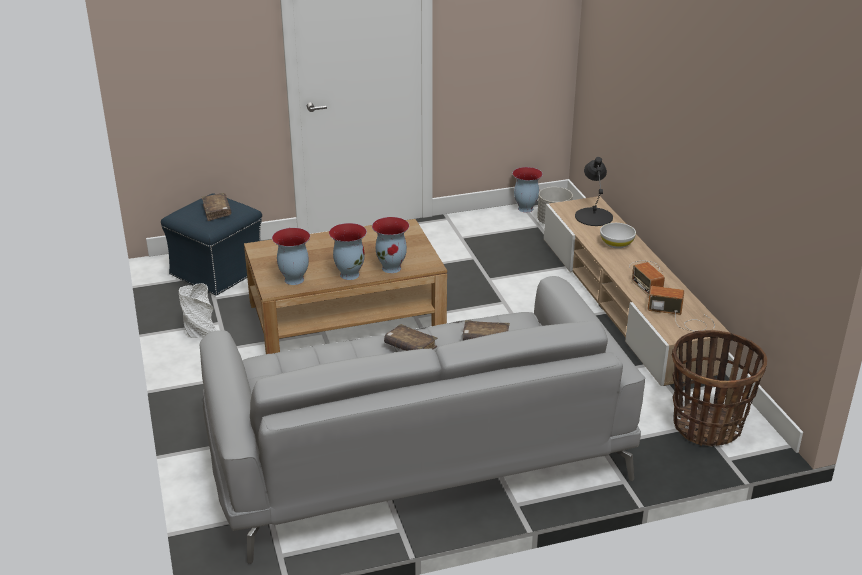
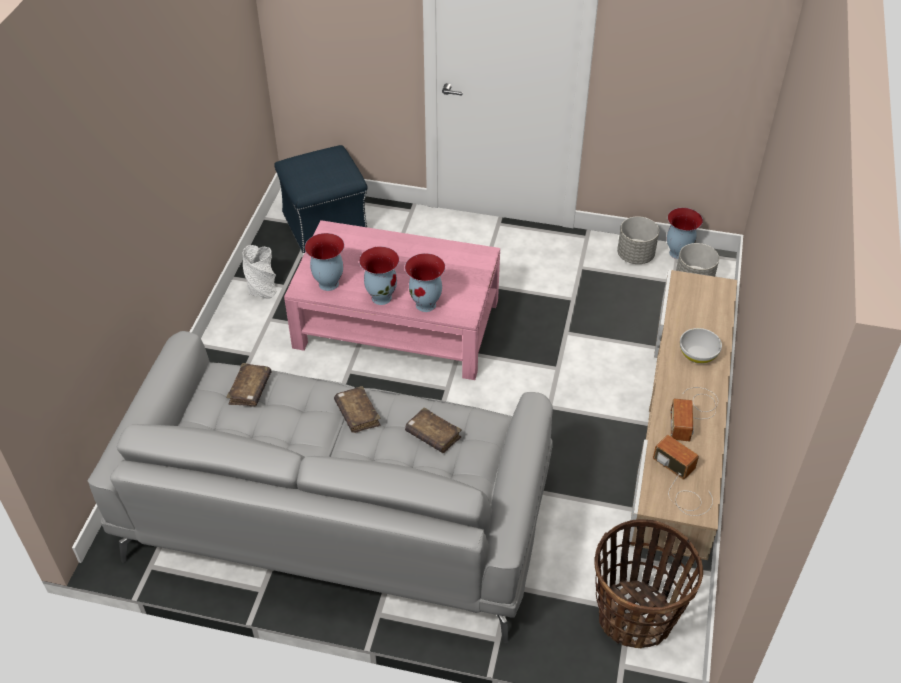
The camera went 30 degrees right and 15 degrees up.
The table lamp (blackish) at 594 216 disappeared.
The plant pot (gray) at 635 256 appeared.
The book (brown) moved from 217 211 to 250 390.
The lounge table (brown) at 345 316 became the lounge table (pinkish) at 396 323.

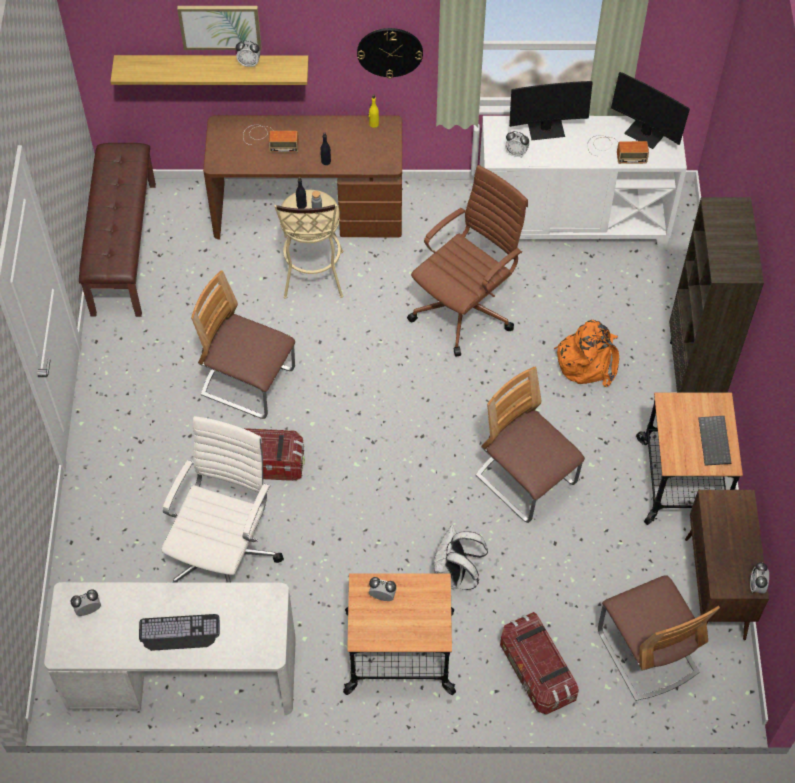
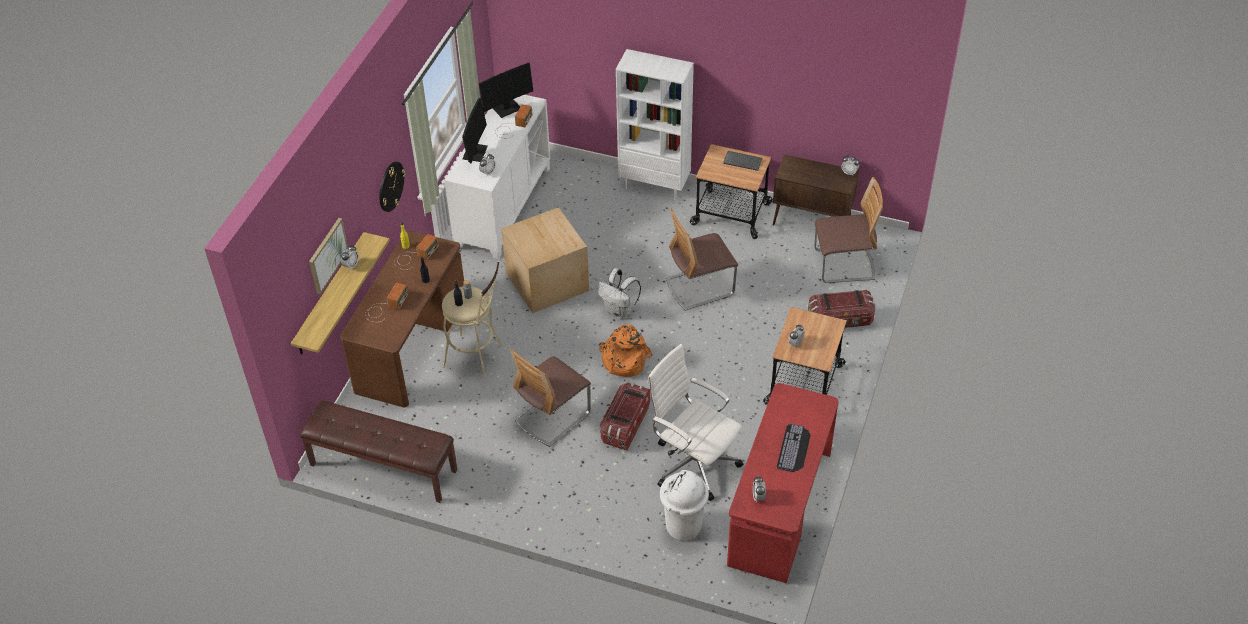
The camera went 70 degrees left and 10 degrees down.
The radio receiver at 415 256 appeared.
The trash can (white-coloured) at 683 526 appeared.
The backpack (white-coloured) moved from 454 575 to 619 311.
The backpack (orange-coloured) moved from 588 360 to 623 360.
The computer chair (brown) at 465 309 was replaced by the cardboard box at 547 280.
The desk table (white-coloured) at 182 674 became the desk table (reddish) at 780 508.
The bookcase (brown) at 693 374 became the bookcase (white-coloured) at 655 185.

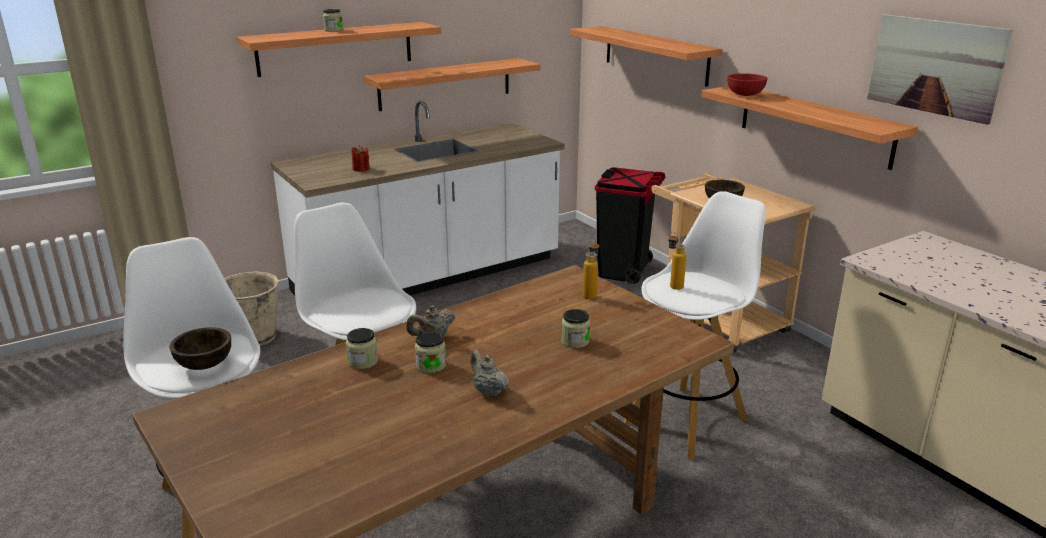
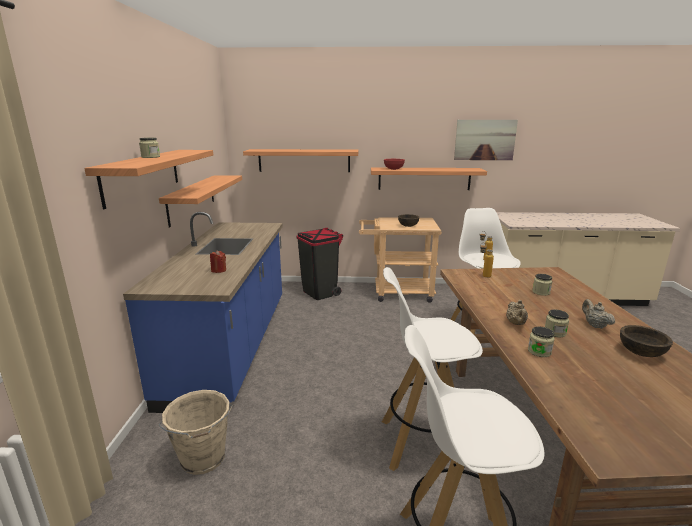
The camera went 55 degrees left and 5 degrees down.
The deep dish (brown) moved from 205 364 to 640 352.
The kitchen counter (white-coloured) at 429 276 became the kitchen counter (blue) at 232 346.
The pot for tea (beige-coloured) at 488 391 turned 75 degrees clockwise.

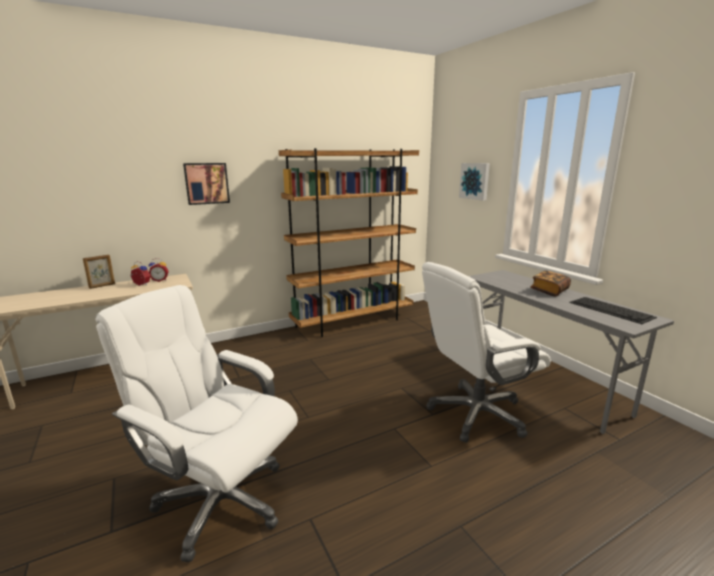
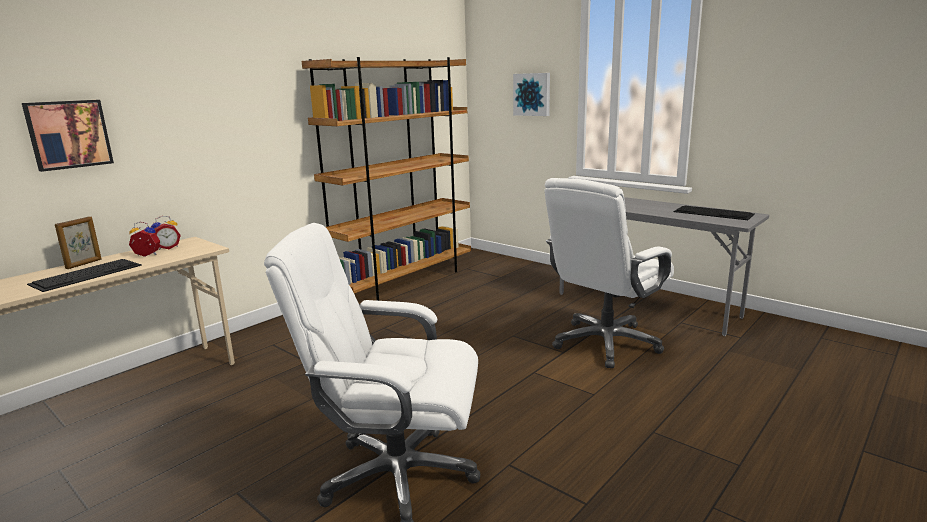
The camera went 20 degrees left and 0 degrees up.
The book at 549 291 disappeared.
The keyboard at 87 274 appeared.
The wall art moved from 206 183 to 68 134.

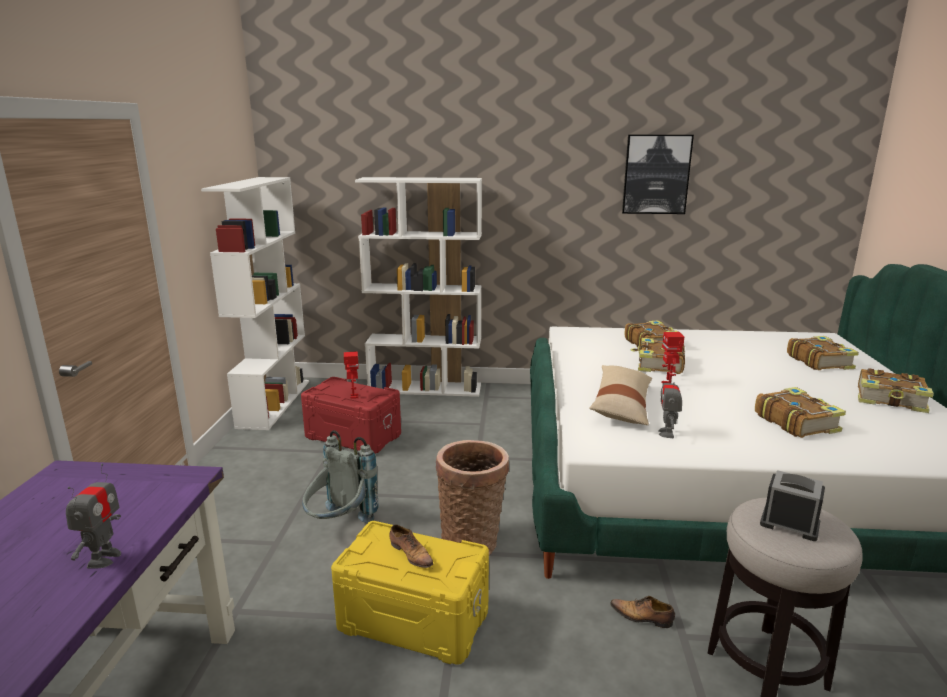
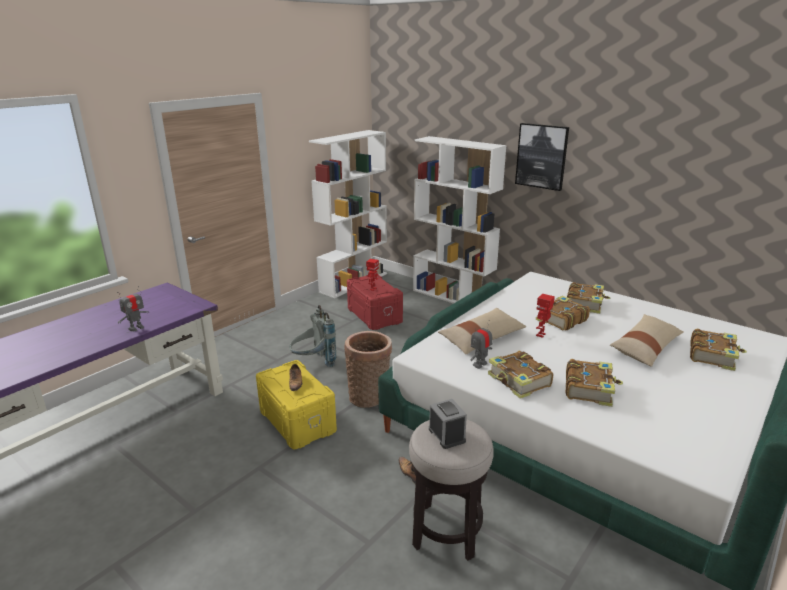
The camera went 35 degrees right and 5 degrees up.
The cushion (beige-coloured) at 645 348 appeared.
The wall art moved from 656 174 to 541 156.
The book moved from 891 400 to 519 381.

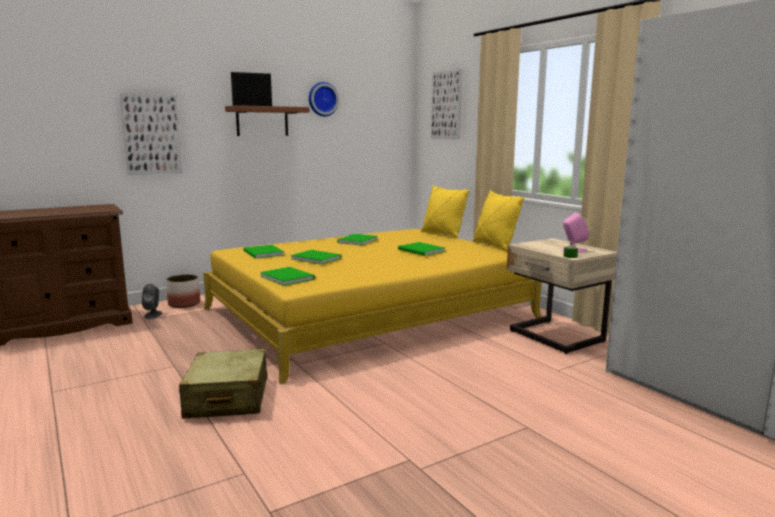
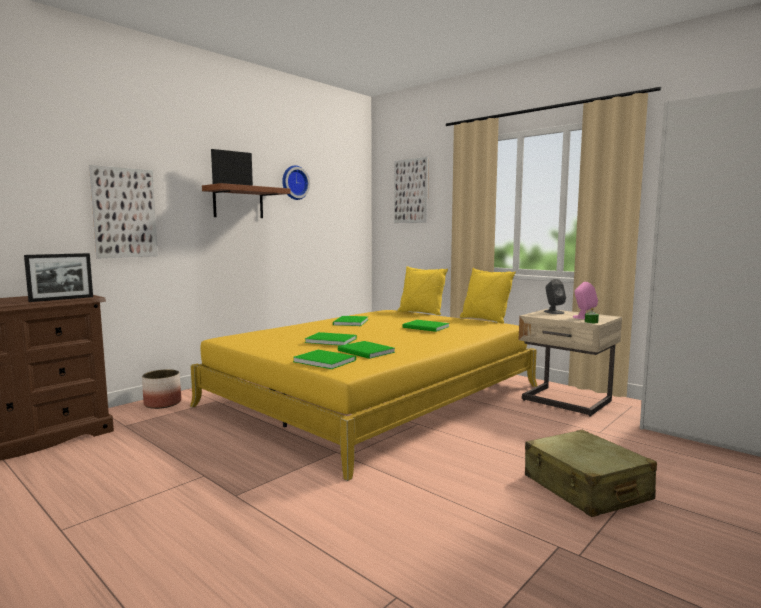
The camera went 15 degrees left and 5 degrees down.
The picture frame at 62 299 appeared.
The speaker (gray) moved from 153 315 to 553 312.
The travel case (beige-coloured) moved from 227 398 to 586 488.
The book (green) moved from 262 253 to 366 352.

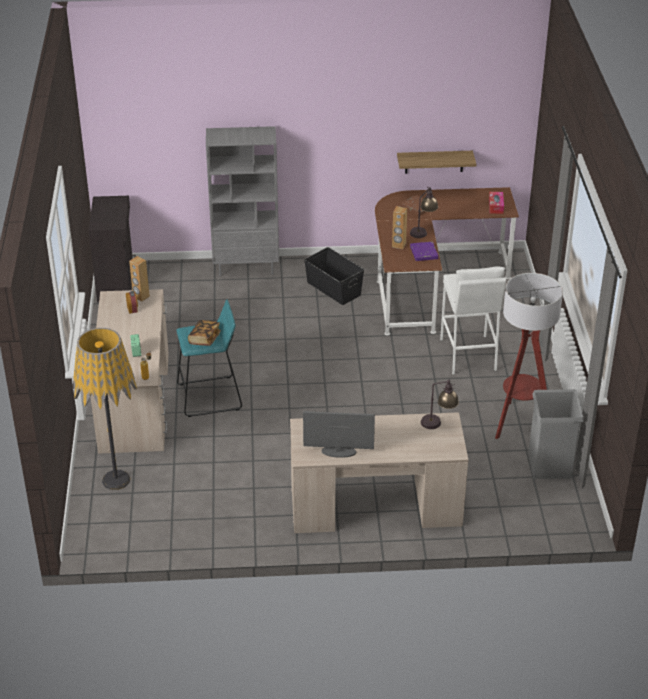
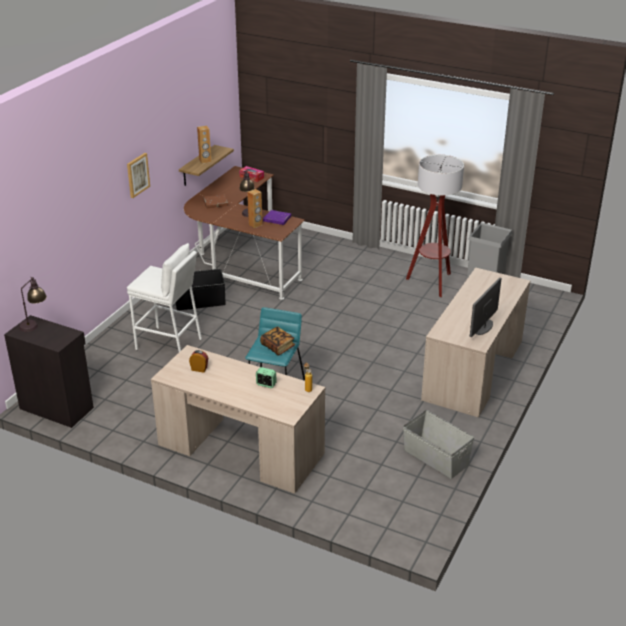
The camera went 60 degrees left and 5 degrees down.
The standard lamp at 116 480 disappeared.
The bookcase (gray) at 246 267 disappeared.
The wall art at 137 175 appeared.
The storage box (gray) at 436 458 appeared.
The speaker (brown) moved from 141 297 to 205 161.
The table lamp moved from 438 423 to 34 323.
The stool seat (white-coloured) moved from 468 355 to 169 344.

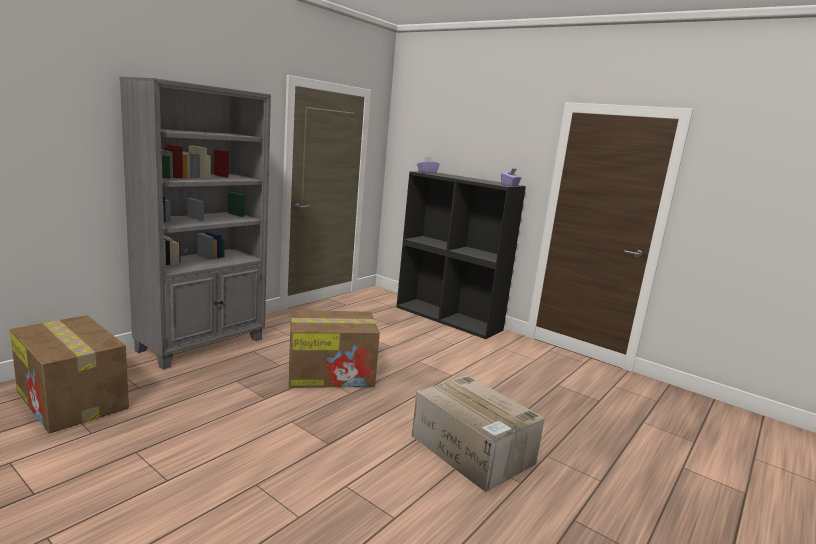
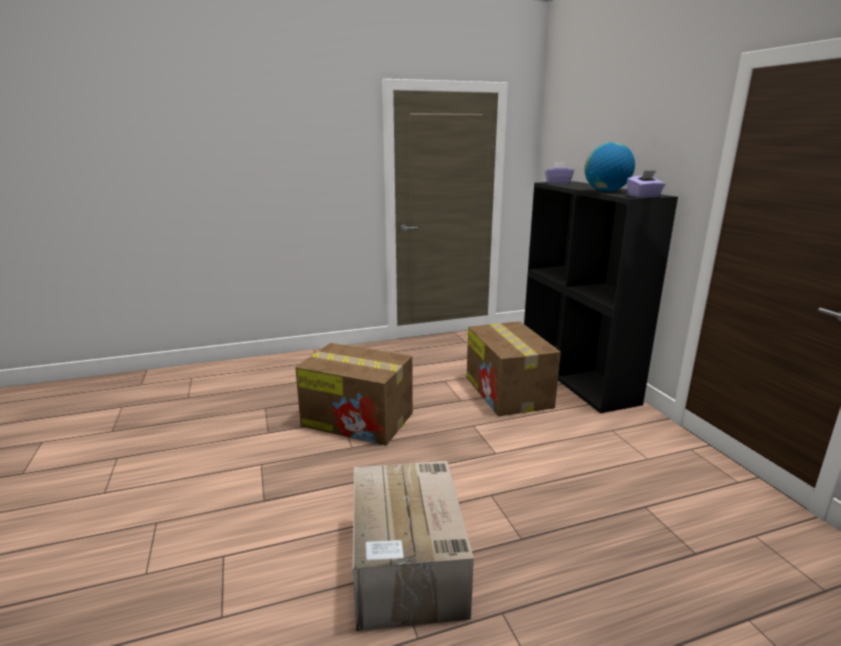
The camera went 35 degrees right and 5 degrees up.
The bookcase (gray) at 203 345 disappeared.
The globe at 606 191 appeared.
The cardboard box moved from 73 400 to 508 392.

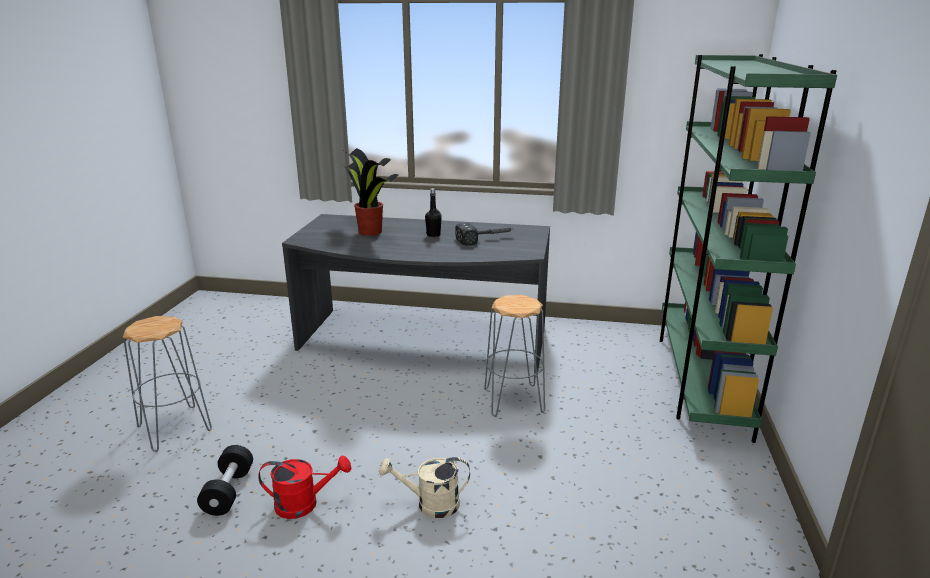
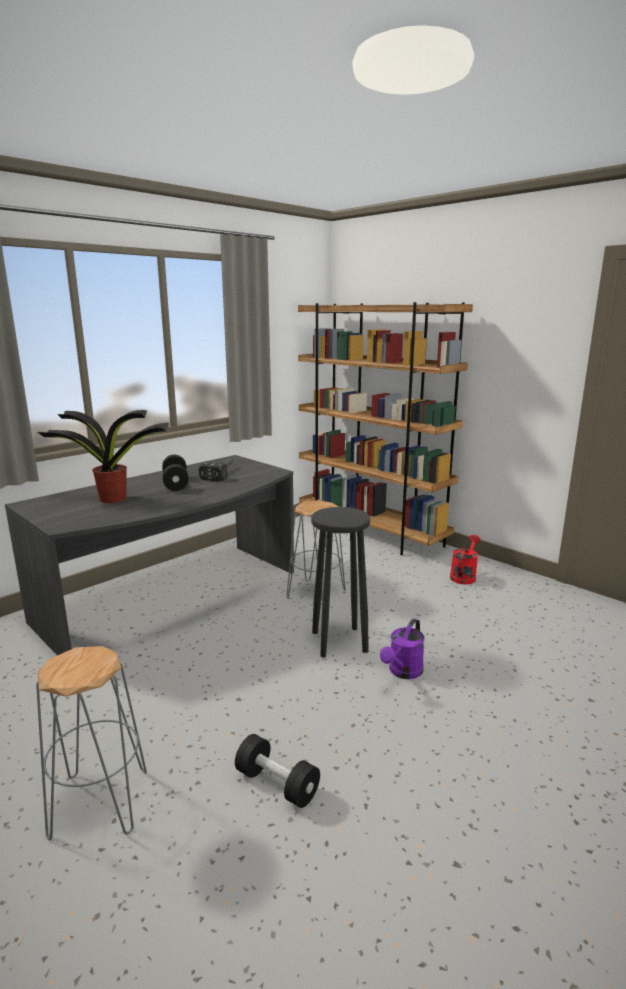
The camera went 55 degrees left and 5 degrees down.
The stool seat (blackish) at 338 641 appeared.
The watering pot (reddish) moved from 304 504 to 464 576.
The bottle (blackish) at 433 235 was replaced by the hand weight (blackish) at 175 483.
The watering pot (beige-coloured) at 430 504 became the watering pot (purple-coloured) at 403 672.
The bookcase (green) at 700 379 became the bookcase (brown) at 371 532.

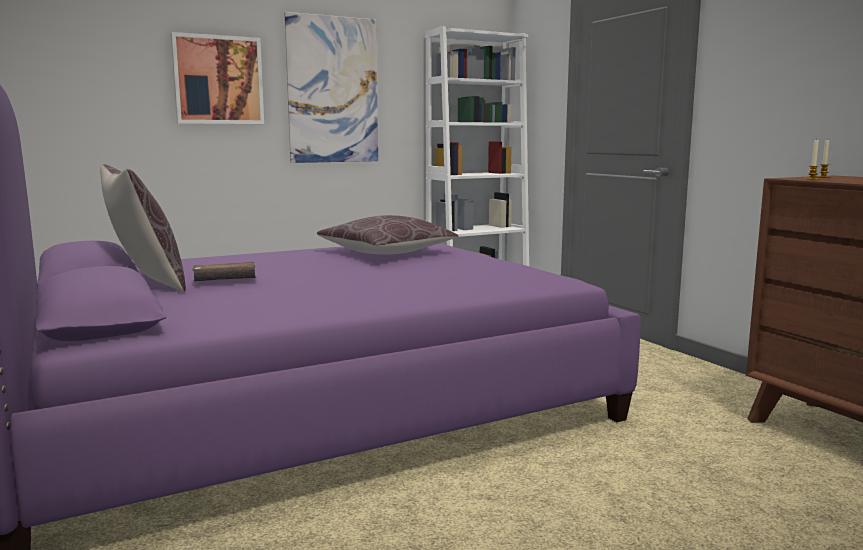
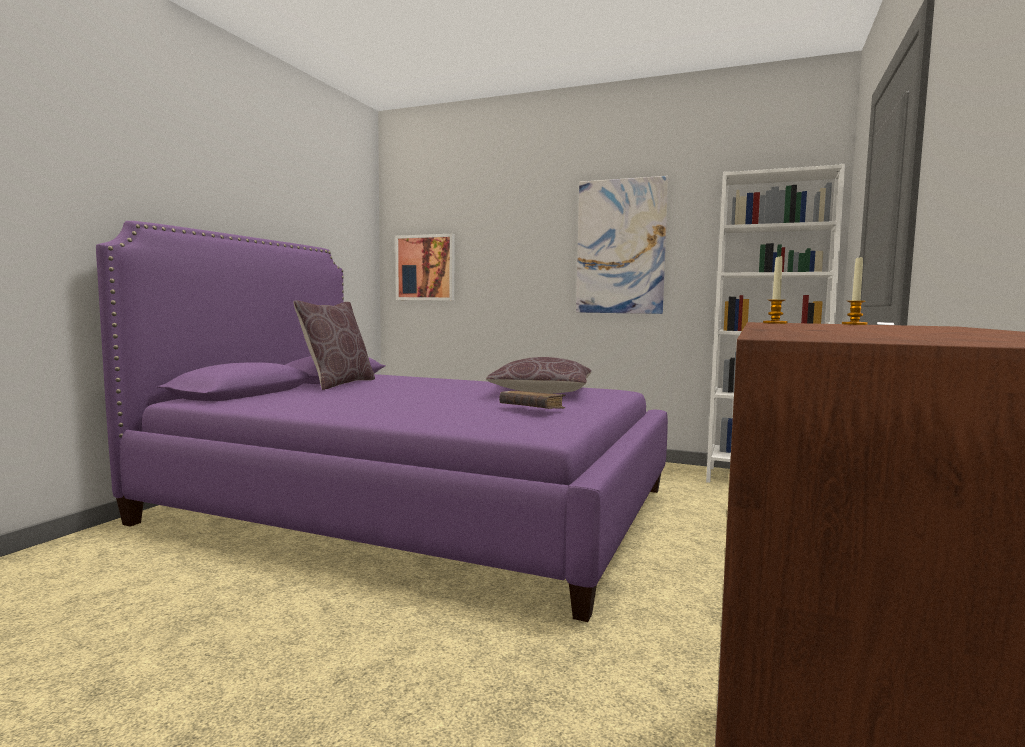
The camera went 50 degrees right and 5 degrees down.
The wall art moved from 218 80 to 425 267.
The book (brown) moved from 225 281 to 531 408.

